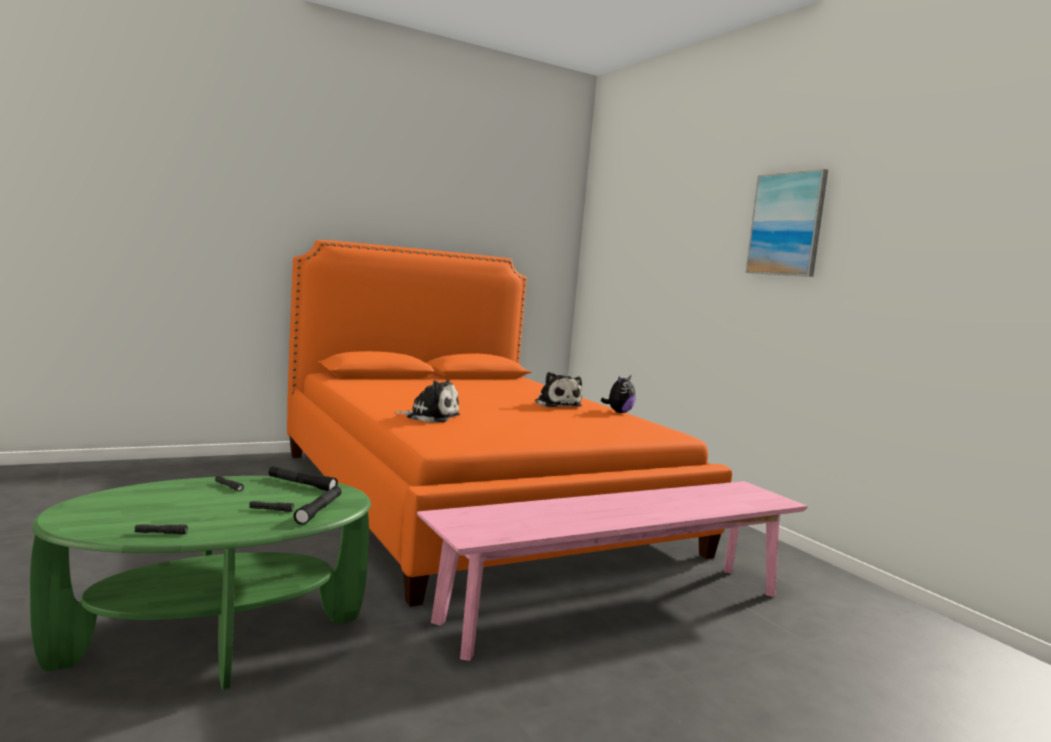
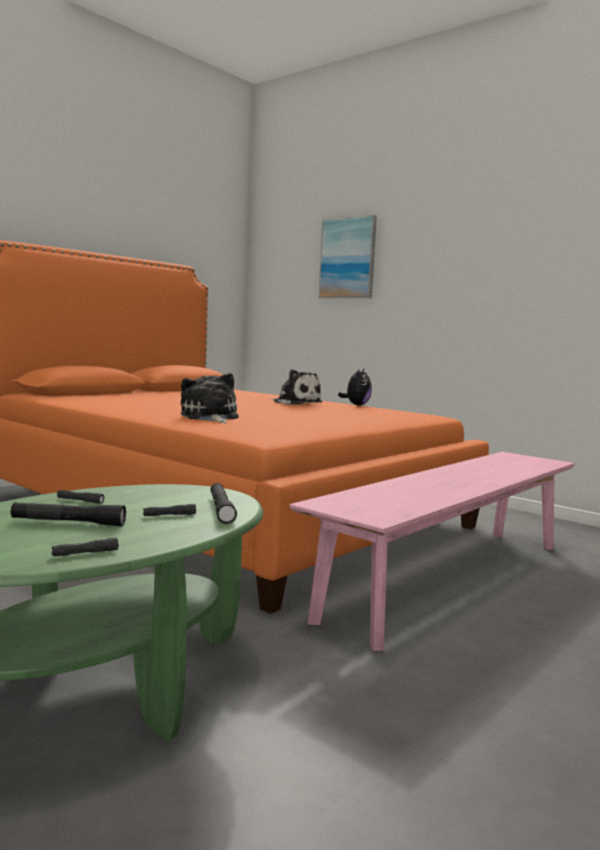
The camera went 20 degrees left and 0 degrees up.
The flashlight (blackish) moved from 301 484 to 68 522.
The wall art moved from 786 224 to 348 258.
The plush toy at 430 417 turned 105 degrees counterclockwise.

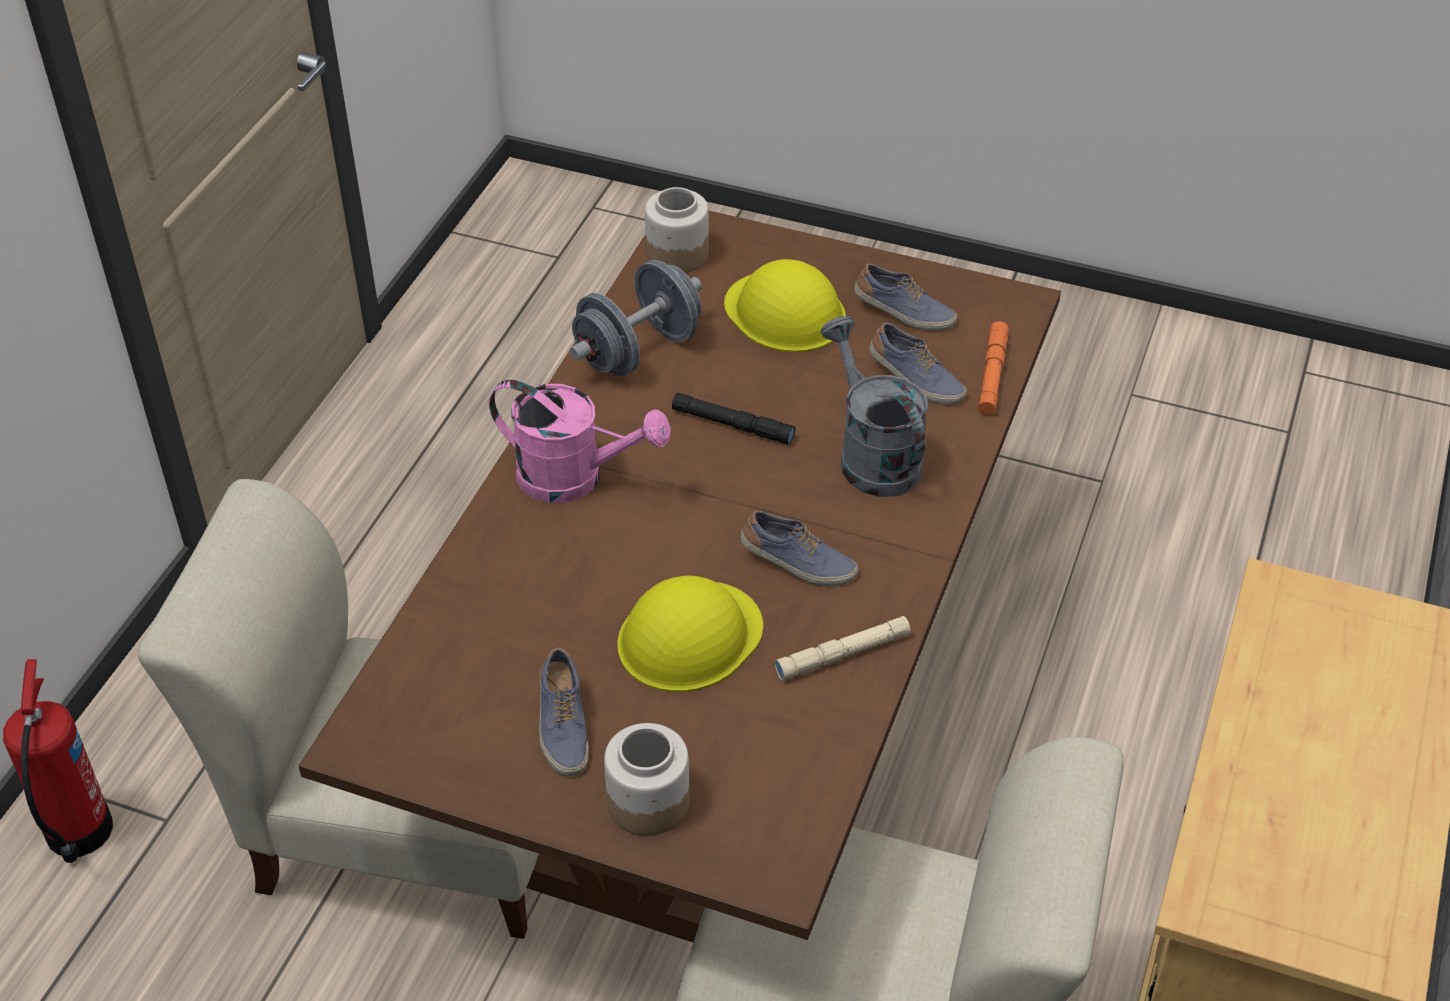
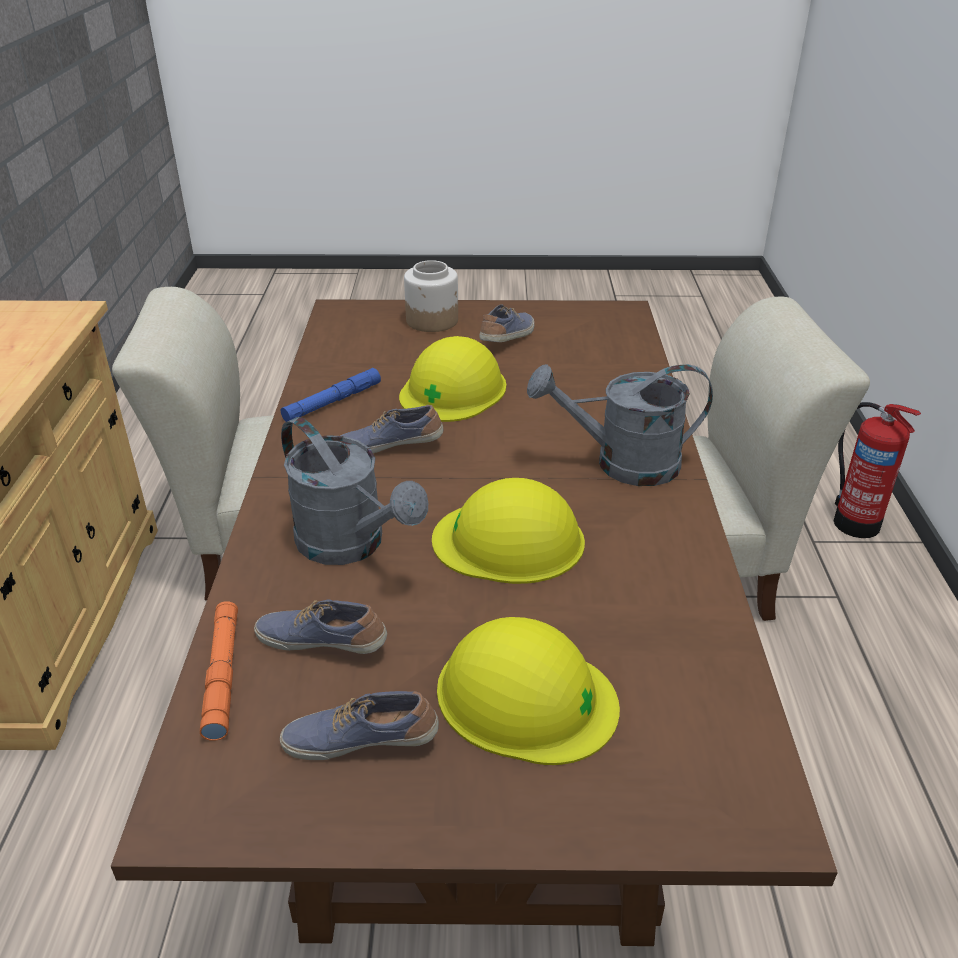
The camera went 160 degrees right and 10 degrees down.
The hand weight (gray) at 638 351 disappeared.
The preserve jar at 676 254 disappeared.
The flashlight (blackish) at 732 425 was replaced by the hard hat (yellow-coloured) at 509 541.
The watering pot (pinkish) at 575 478 became the watering pot (gray) at 622 464.
The flashlight (beige-coloured) at 842 654 became the flashlight (blue) at 332 402.
The item of footwear at 562 726 turned 60 degrees clockwise.

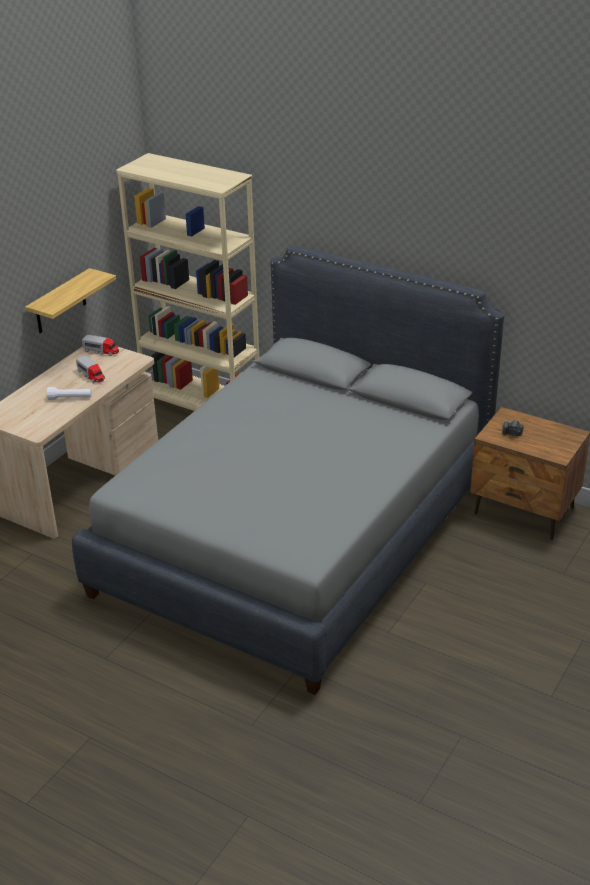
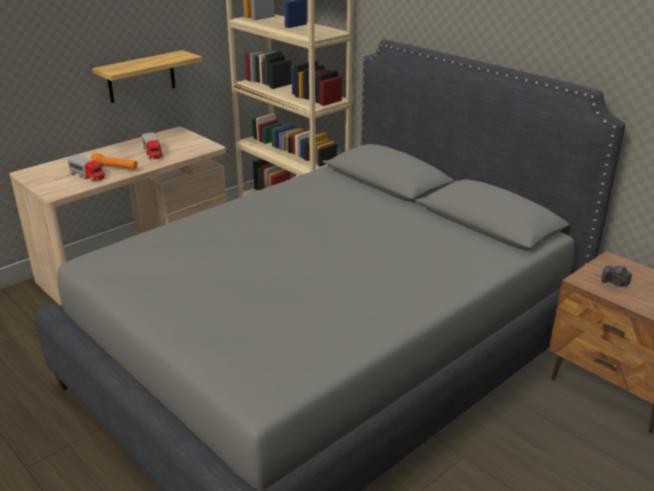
The camera went 15 degrees right and 5 degrees down.
The toy lorry moved from 101 351 to 88 175.
The flashlight (white-coloured) at 70 398 became the flashlight (orange-coloured) at 115 169.

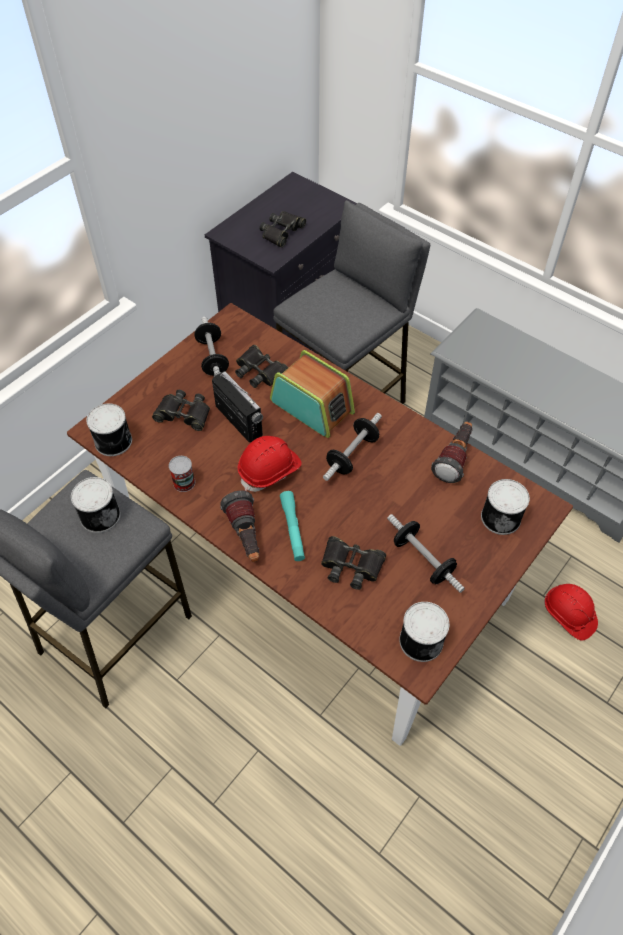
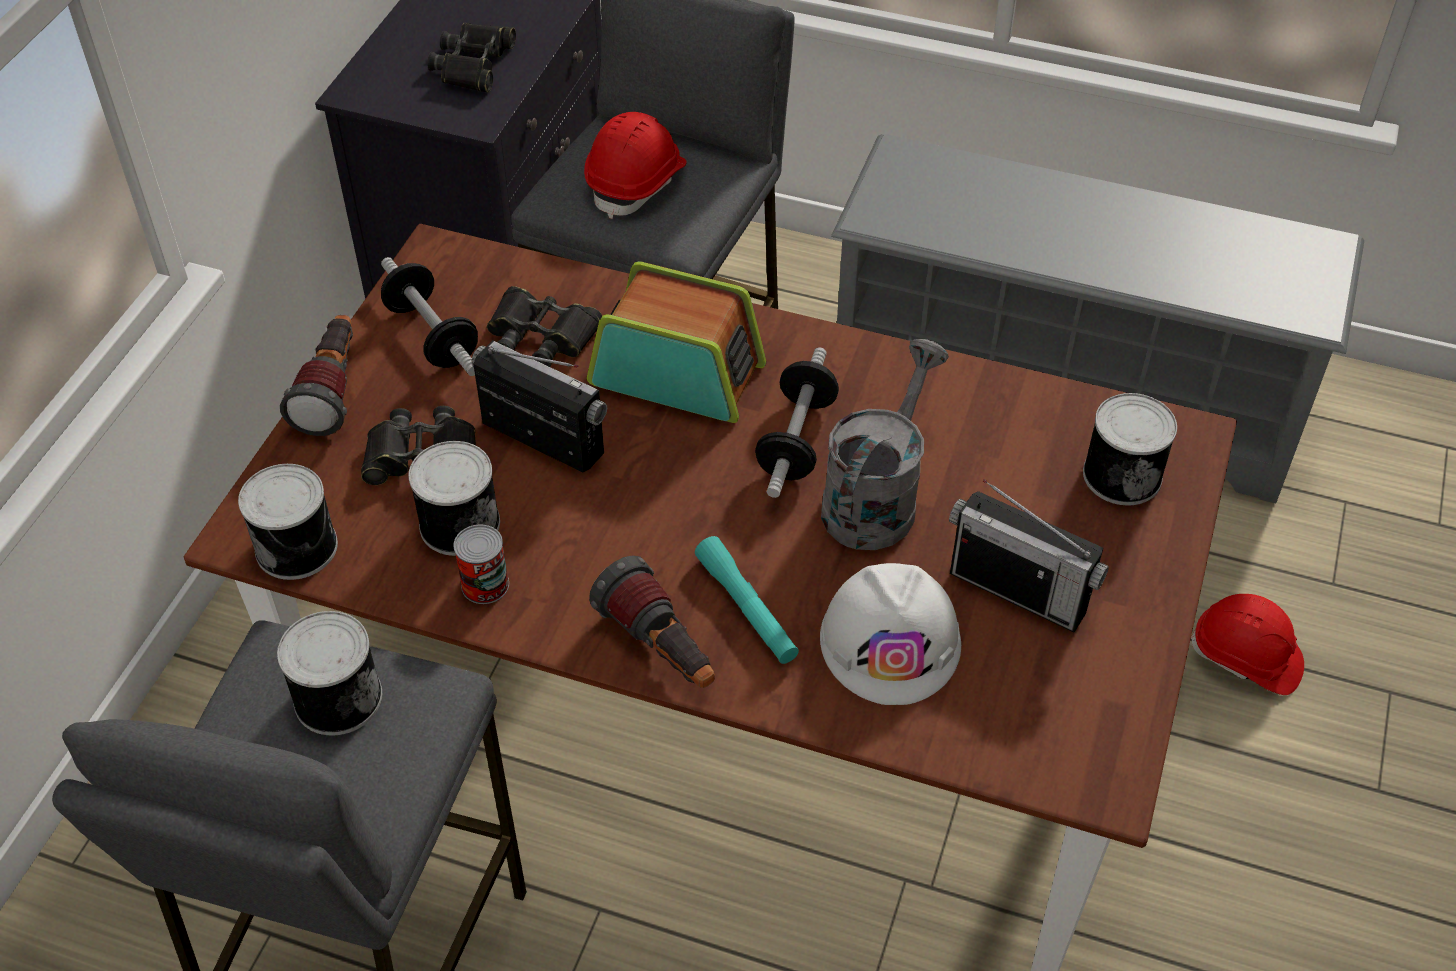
The camera went 20 degrees left and 5 degrees down.
The watering pot (gray) at 876 497 appeared.
The hard hat (reddish) moved from 270 470 to 637 183.
The metal can moved from 420 640 to 458 523.
The flashlight moved from 454 458 to 333 390.
The field glasses (blackish) at 351 565 was replaced by the hard hat (white-coloured) at 891 641.
The hand weight at 423 560 was replaced by the radio receiver at 1018 591.

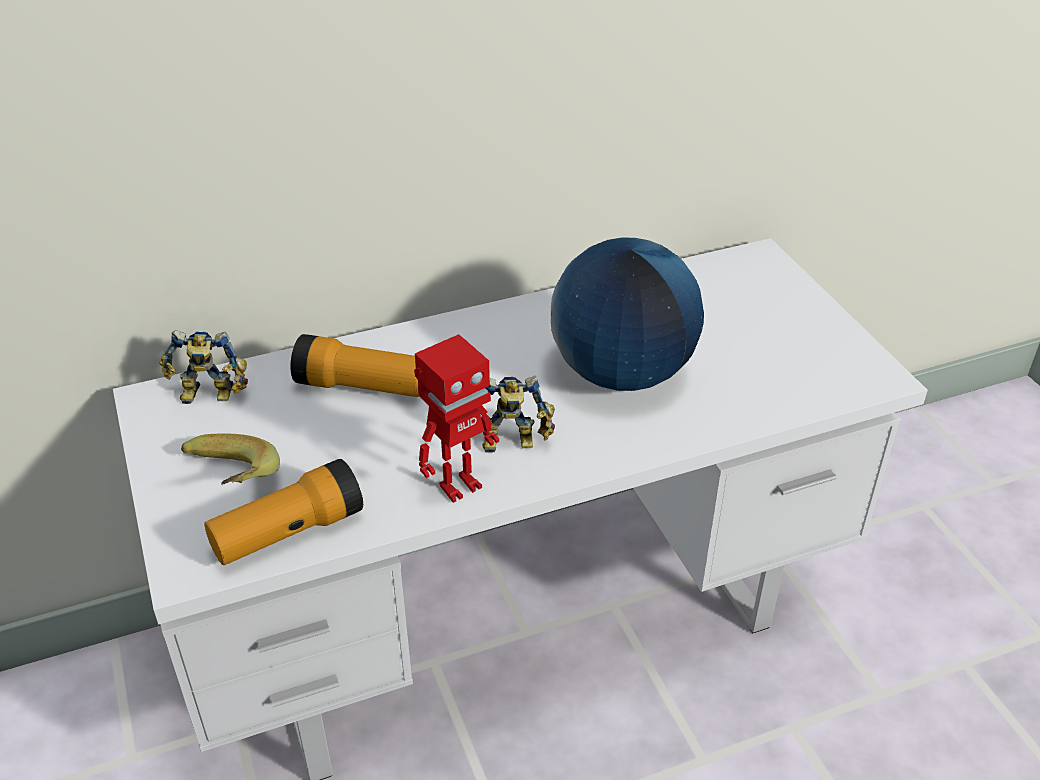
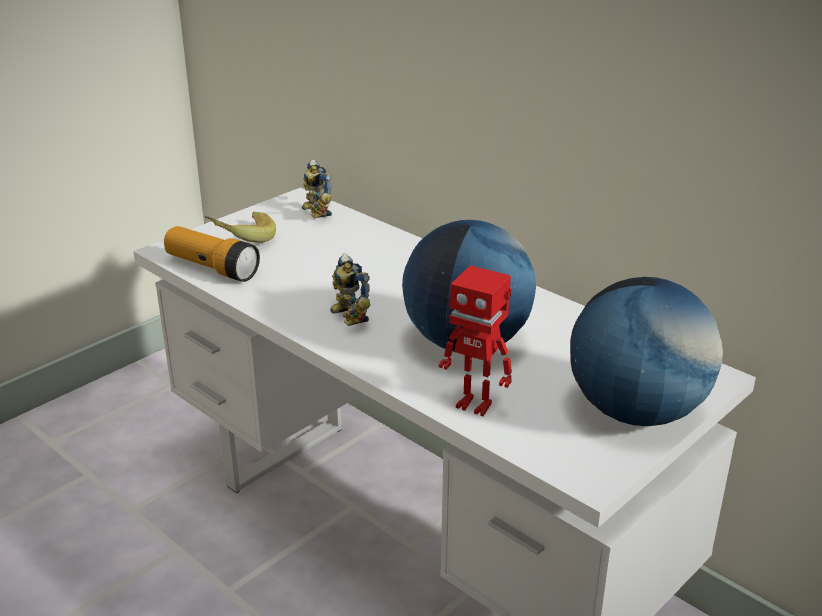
The camera went 65 degrees right and 10 degrees down.
The flashlight at 361 387 disappeared.
The globe at 636 411 appeared.
The toy robot moved from 458 486 to 475 404.

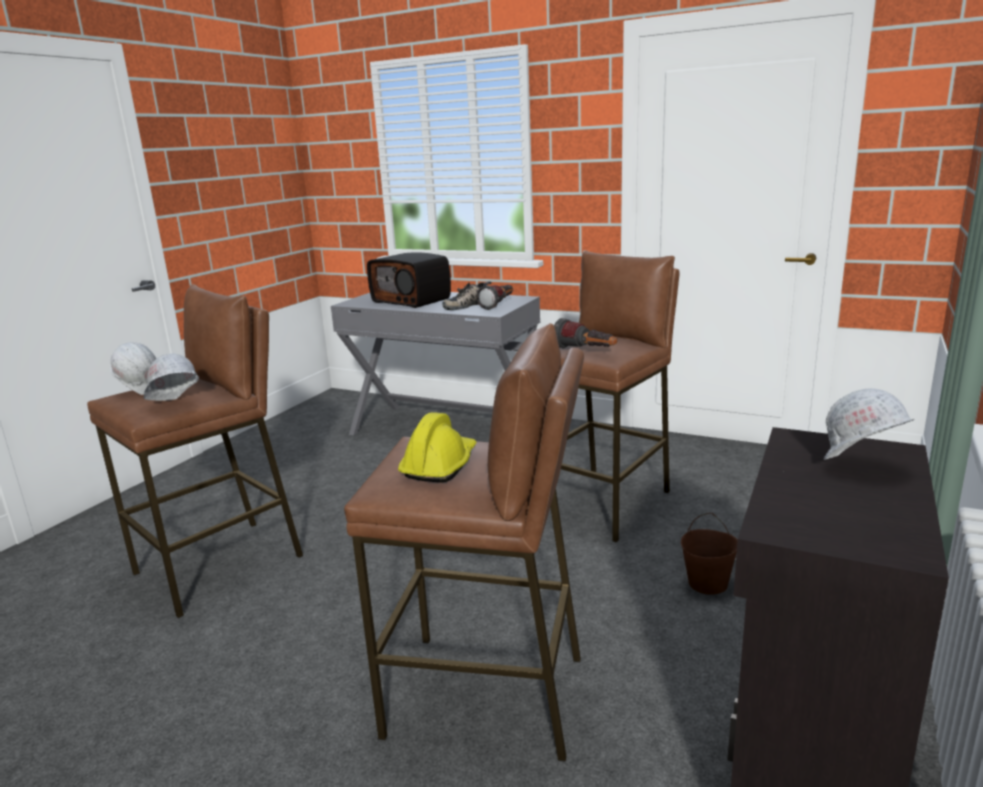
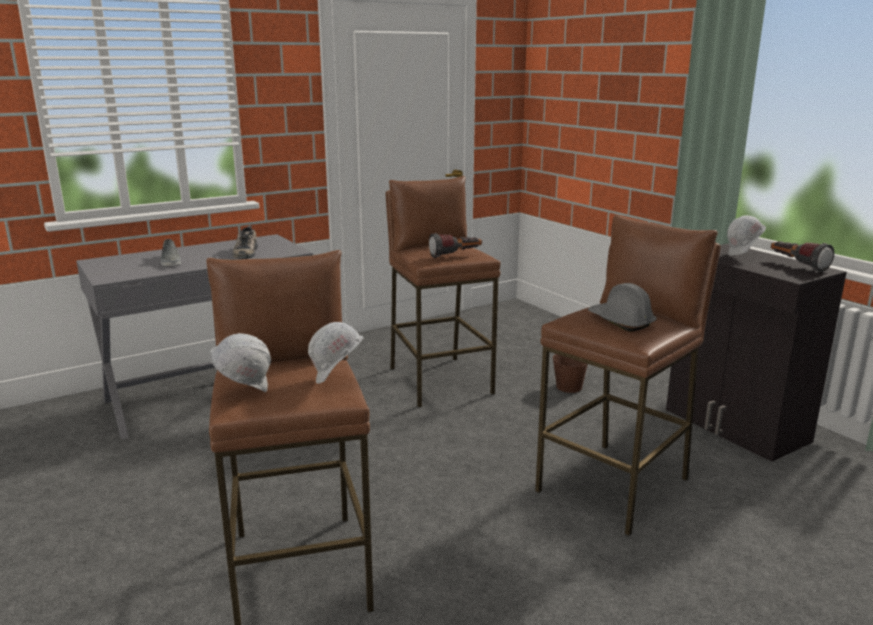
The camera went 60 degrees left and 0 degrees up.
The flashlight moved from 499 305 to 797 265.
The radio receiver at 412 300 was replaced by the item of footwear (gray) at 170 260.
The hard hat (yellow-coloured) at 439 465 became the hard hat (gray) at 620 322.

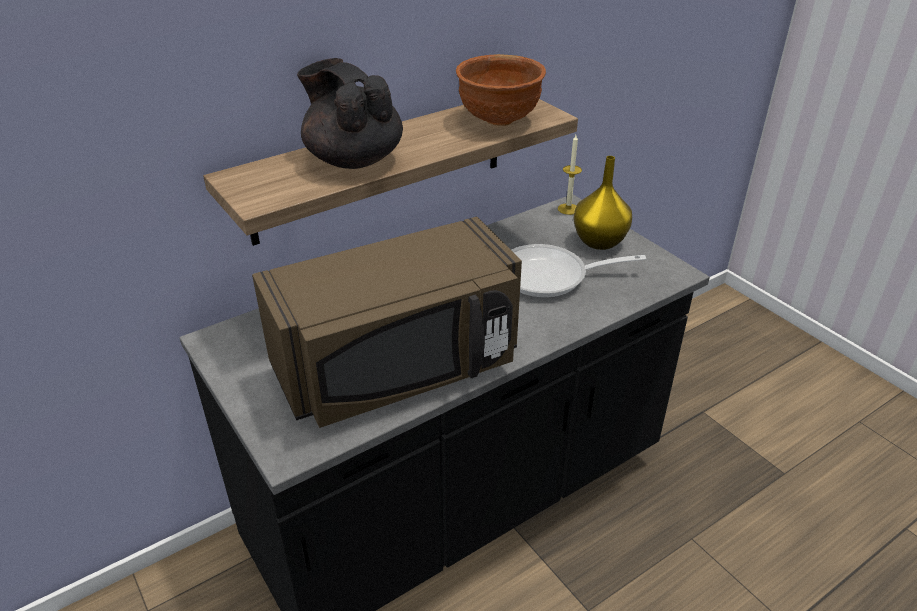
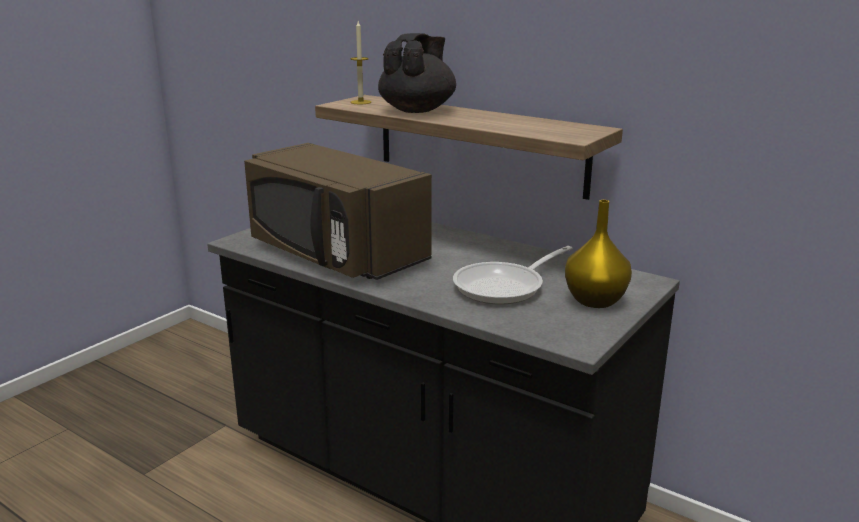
The camera went 70 degrees right and 15 degrees down.
The deep dish (brown) at 498 120 disappeared.
The wax candle moved from 568 209 to 360 102.
The skillet at 550 277 turned 105 degrees counterclockwise.

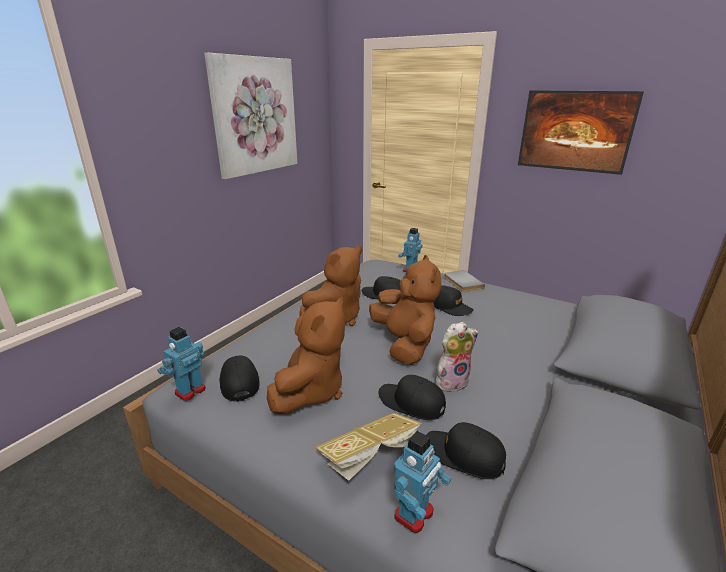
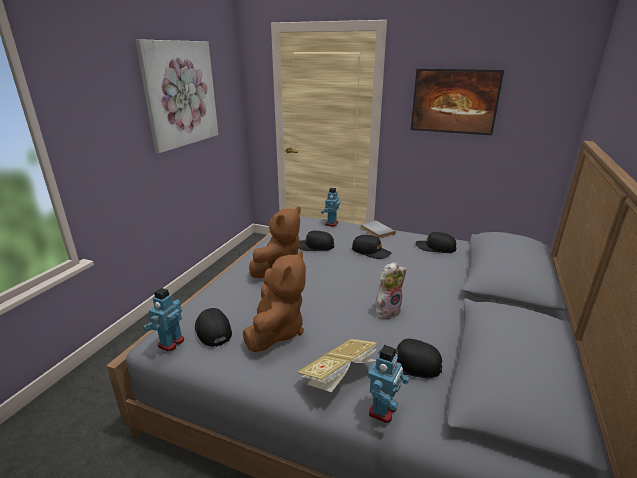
The camera went 10 degrees left and 0 degrees up.
The plush toy (brown) at 404 344 disappeared.
The peaked cap (blackish) moved from 411 403 to 435 248.

